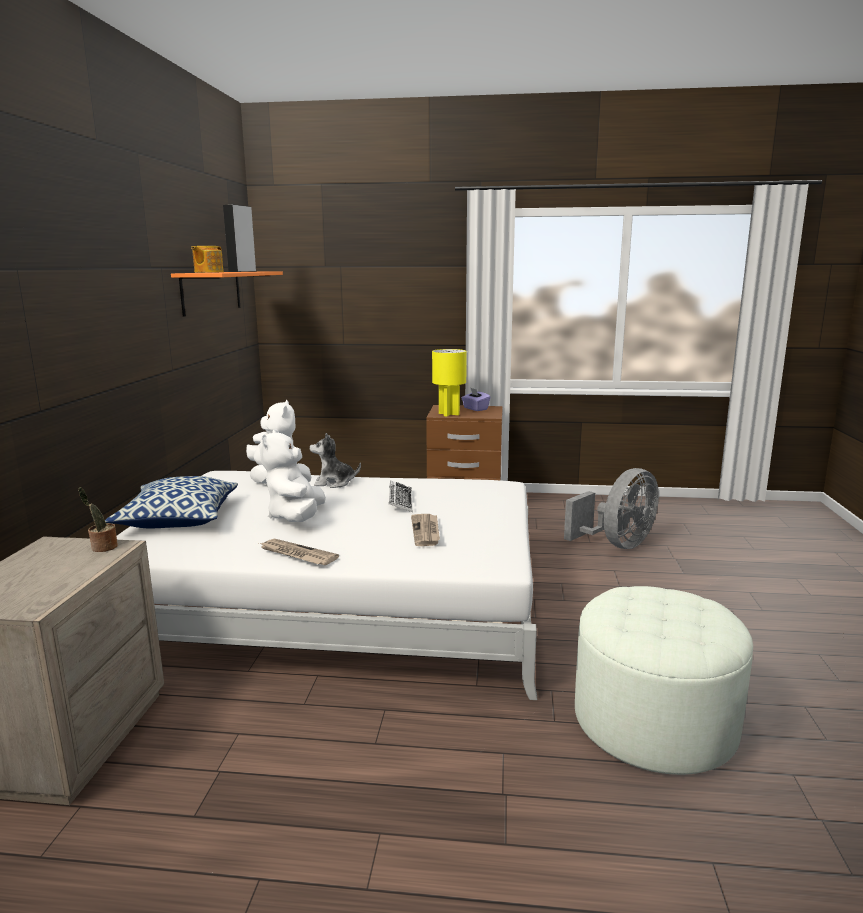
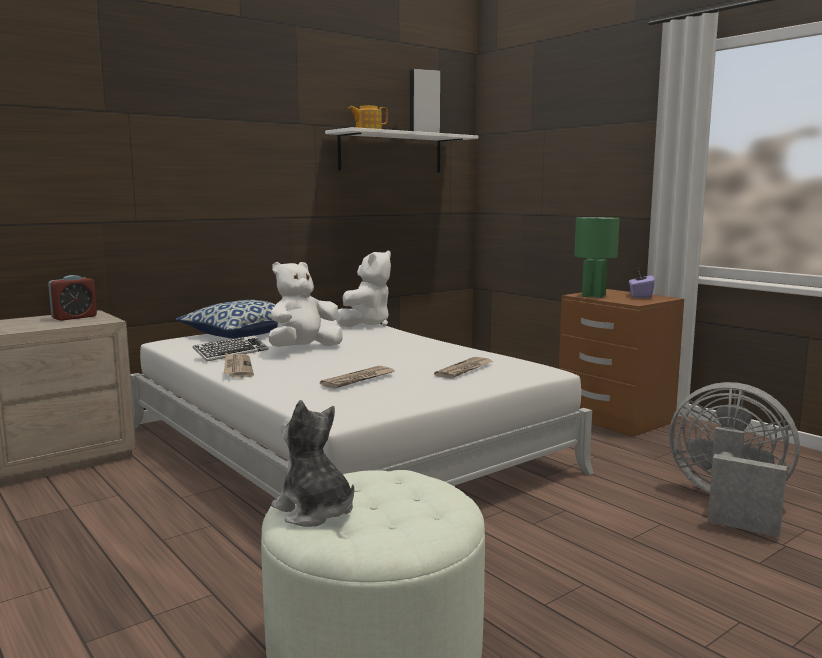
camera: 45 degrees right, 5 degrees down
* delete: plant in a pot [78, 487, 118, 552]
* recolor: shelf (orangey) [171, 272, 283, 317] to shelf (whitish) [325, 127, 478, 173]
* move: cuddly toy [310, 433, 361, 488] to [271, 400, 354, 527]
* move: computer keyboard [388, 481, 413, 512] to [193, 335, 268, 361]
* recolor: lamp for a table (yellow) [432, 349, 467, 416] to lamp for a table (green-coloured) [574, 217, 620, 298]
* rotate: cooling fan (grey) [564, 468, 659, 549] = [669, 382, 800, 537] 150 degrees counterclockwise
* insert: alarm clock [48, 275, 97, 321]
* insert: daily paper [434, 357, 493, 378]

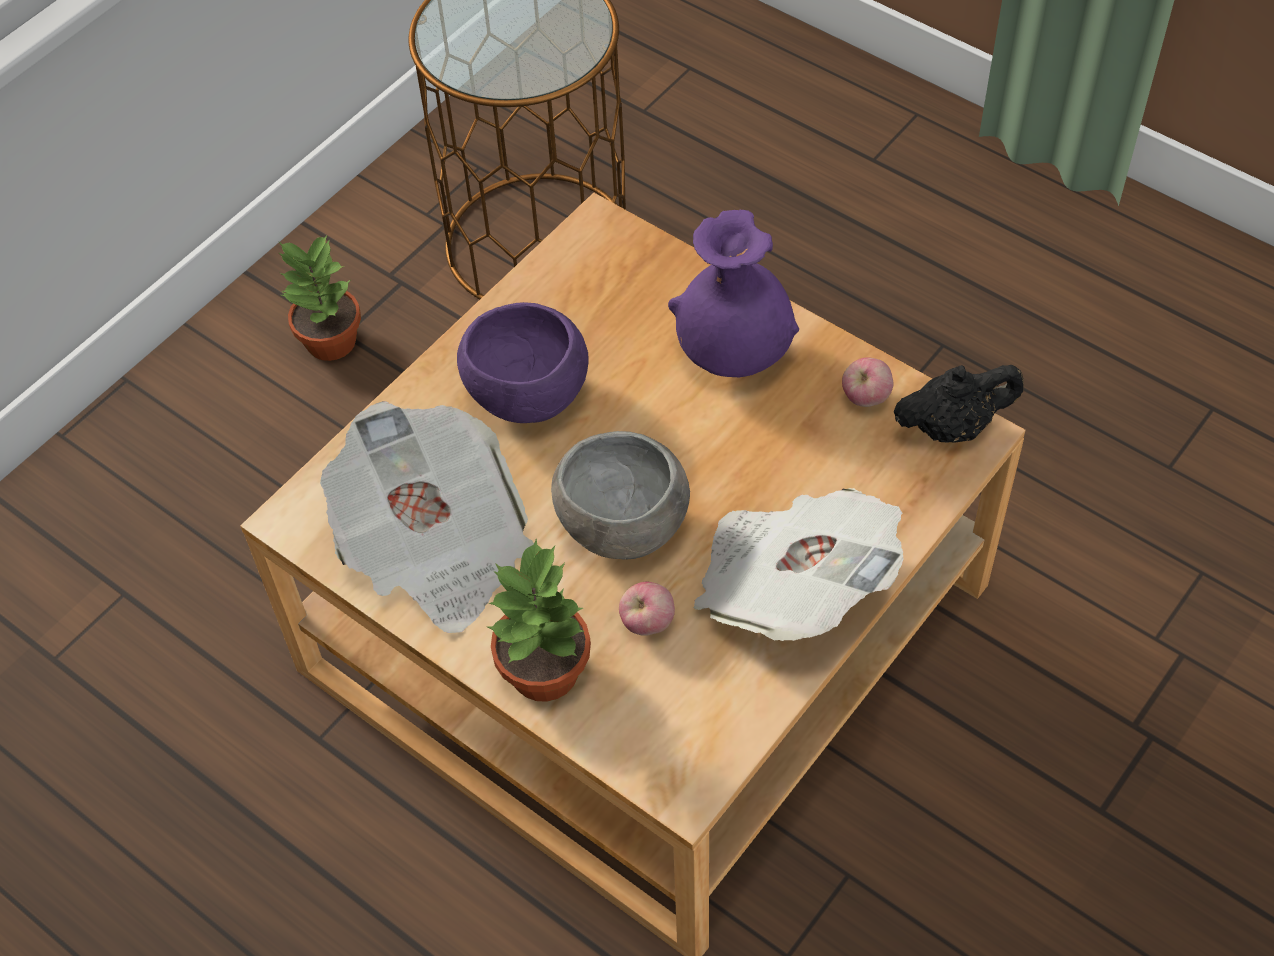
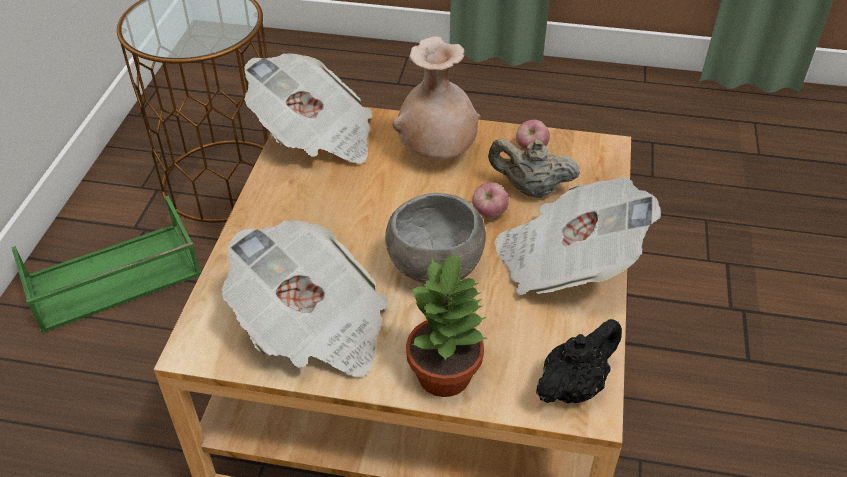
camera: 30 degrees left, 10 degrees down
* replace: plant in a pot [278, 235, 361, 361] to serving tray (green-coloured) [11, 196, 201, 333]
* delete: deep dish (purple) [457, 302, 589, 423]
* move: apple fruit [619, 582, 675, 636] to [472, 182, 509, 218]
* recolor: vase (purple) [668, 210, 799, 377] to vase (sand-coloured) [392, 36, 481, 160]
* move: pot for tea (black) [894, 365, 1024, 443] to [536, 319, 622, 404]
* insert: daily paper [244, 53, 372, 164]
* insert: pot for tea (sand-coloured) [488, 138, 580, 198]

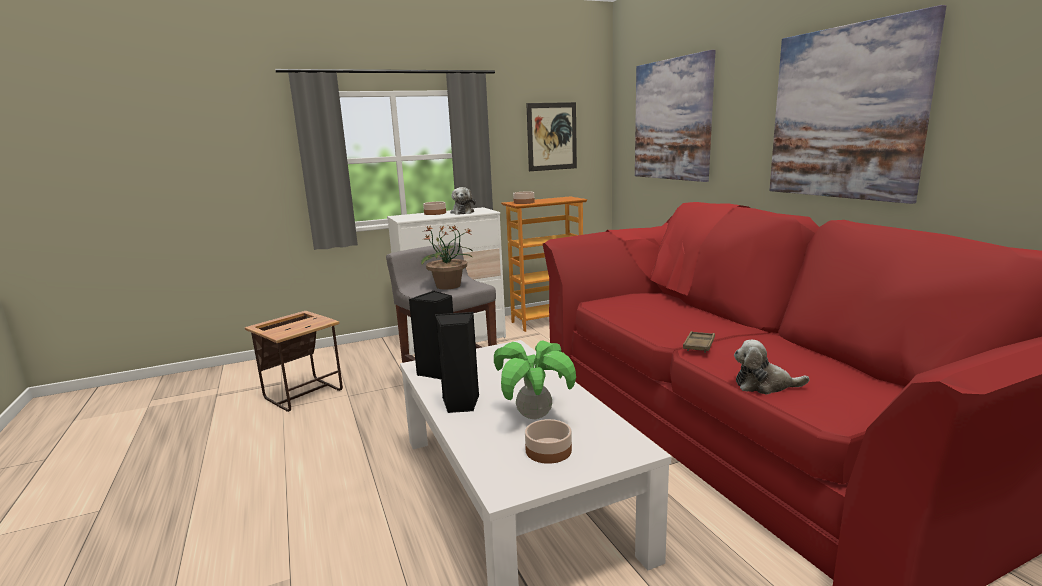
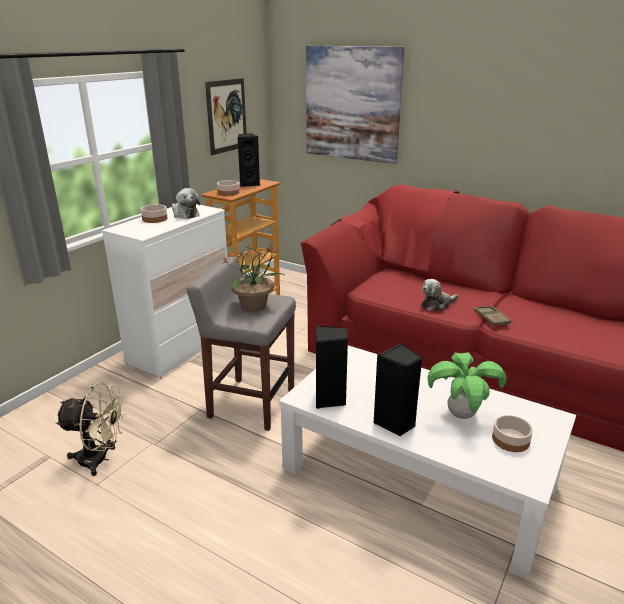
camera: 35 degrees left, 10 degrees up
* replace: accent table [245, 311, 343, 412] to cooling fan (sand-coloured) [55, 382, 126, 476]
* move: cuddly toy [734, 340, 809, 394] to [421, 279, 458, 311]
* delete: wall picture [769, 5, 946, 204]
* insert: audio speaker (black) [238, 134, 260, 187]

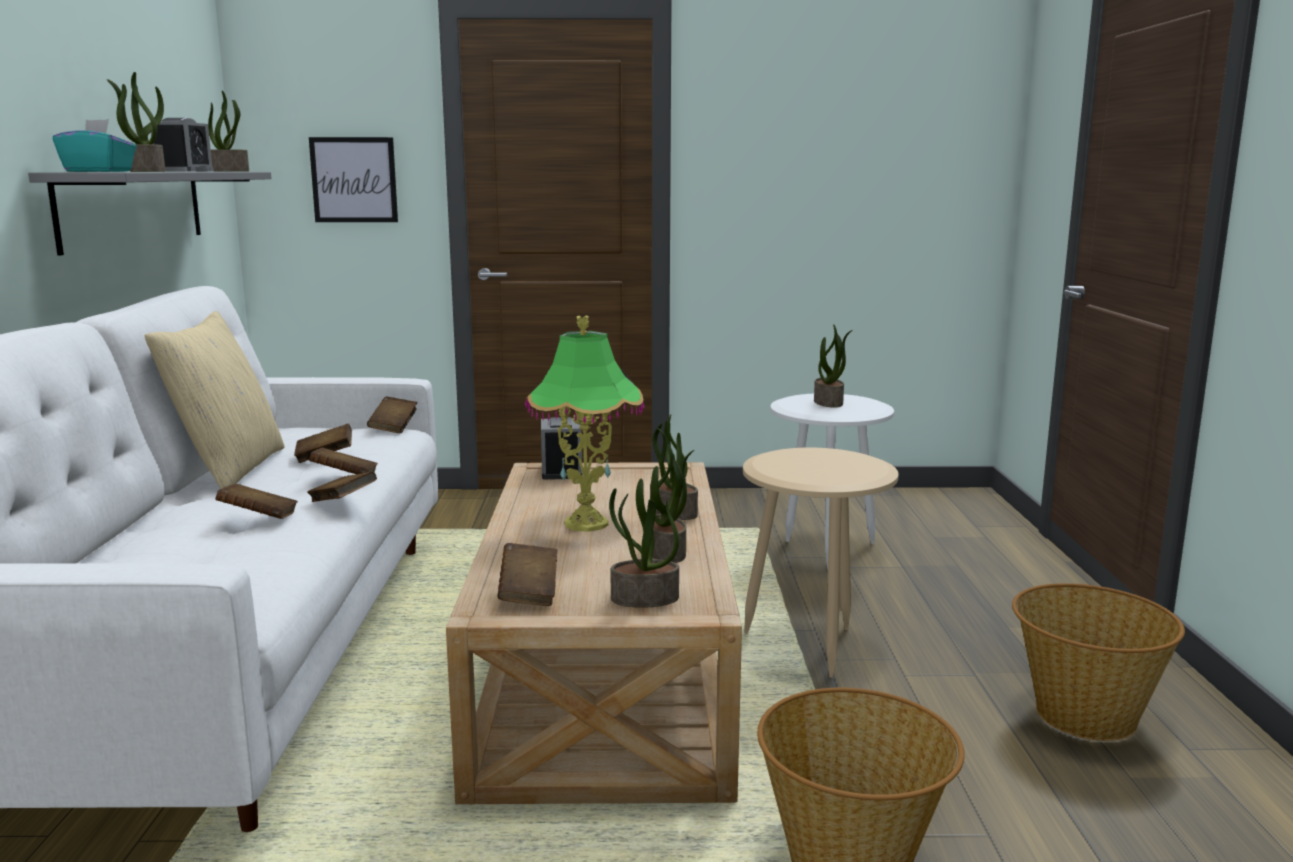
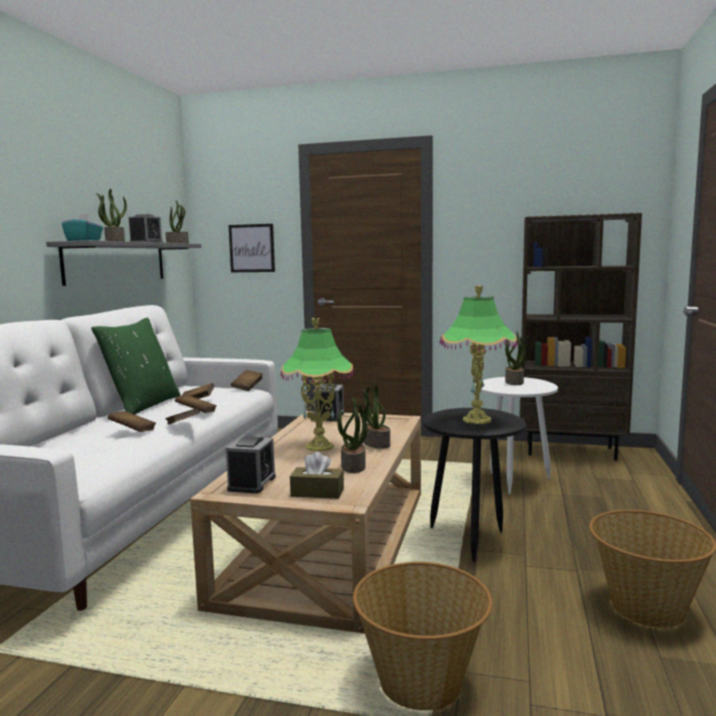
camera: 15 degrees right, 5 degrees down
* recolor: cushion (sand-coloured) [145, 311, 284, 489] to cushion (green-coloured) [91, 318, 181, 415]
* replace: bound book (brown-coloured) [497, 543, 557, 606] to alarm clock [226, 436, 276, 494]
* replace: plant in a pot [609, 479, 679, 608] to tissue holder (brown-coloured) [290, 452, 344, 499]
* recolor: accent table (sand-coloured) [743, 448, 898, 678] to accent table (black) [423, 408, 526, 562]
* insert: lamp for a table [440, 285, 517, 424]
* insert: bookcase (brown-coloured) [519, 213, 642, 461]

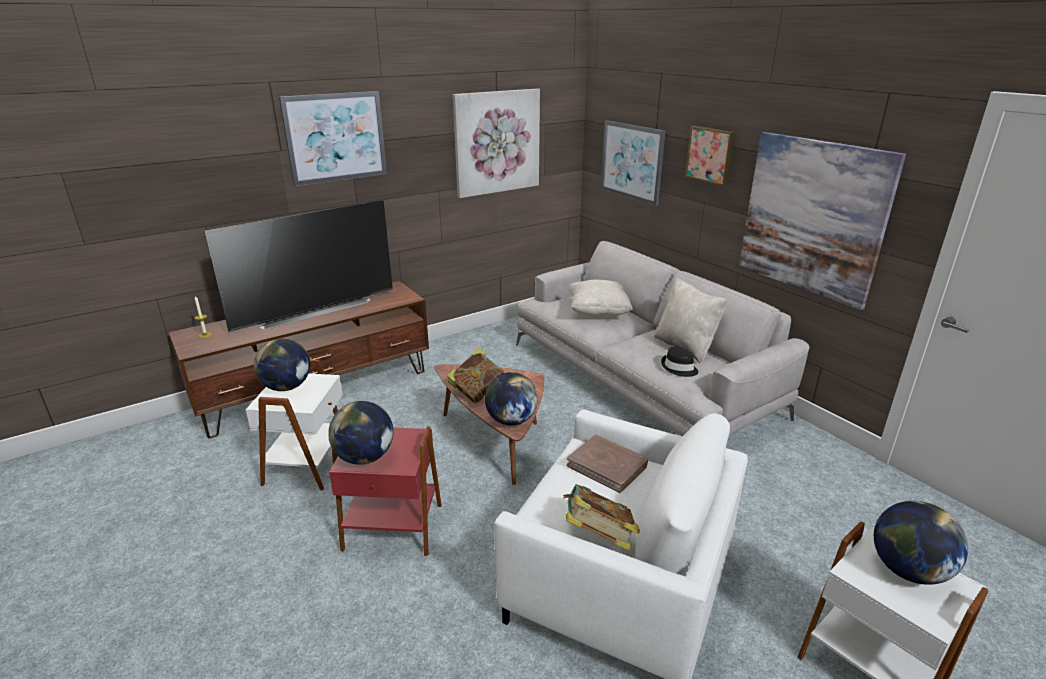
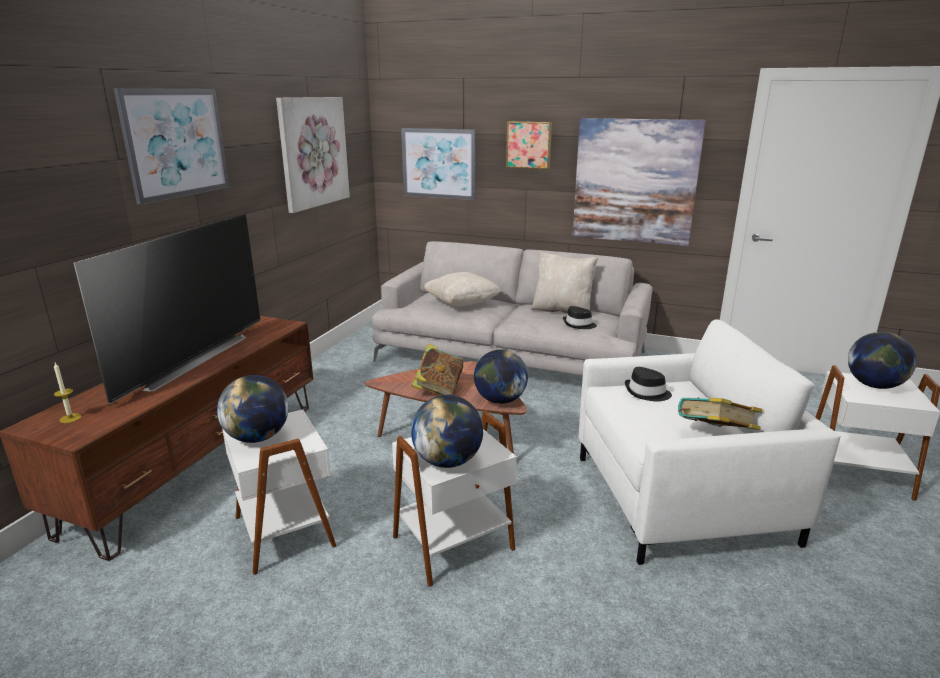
camera: 35 degrees left, 5 degrees down
* recolor: accent table (reddish) [329, 426, 442, 556] to accent table (whitish) [392, 411, 517, 587]
* replace: bound book (brown-coloured) [566, 435, 648, 493] to clothing hat (black) [625, 367, 672, 401]

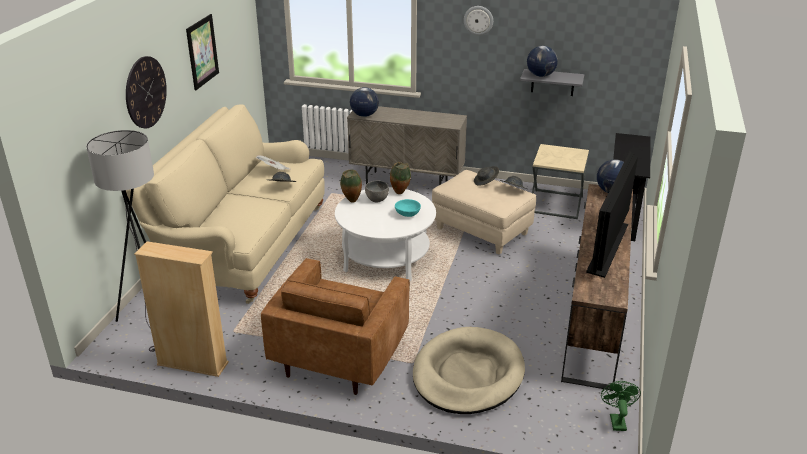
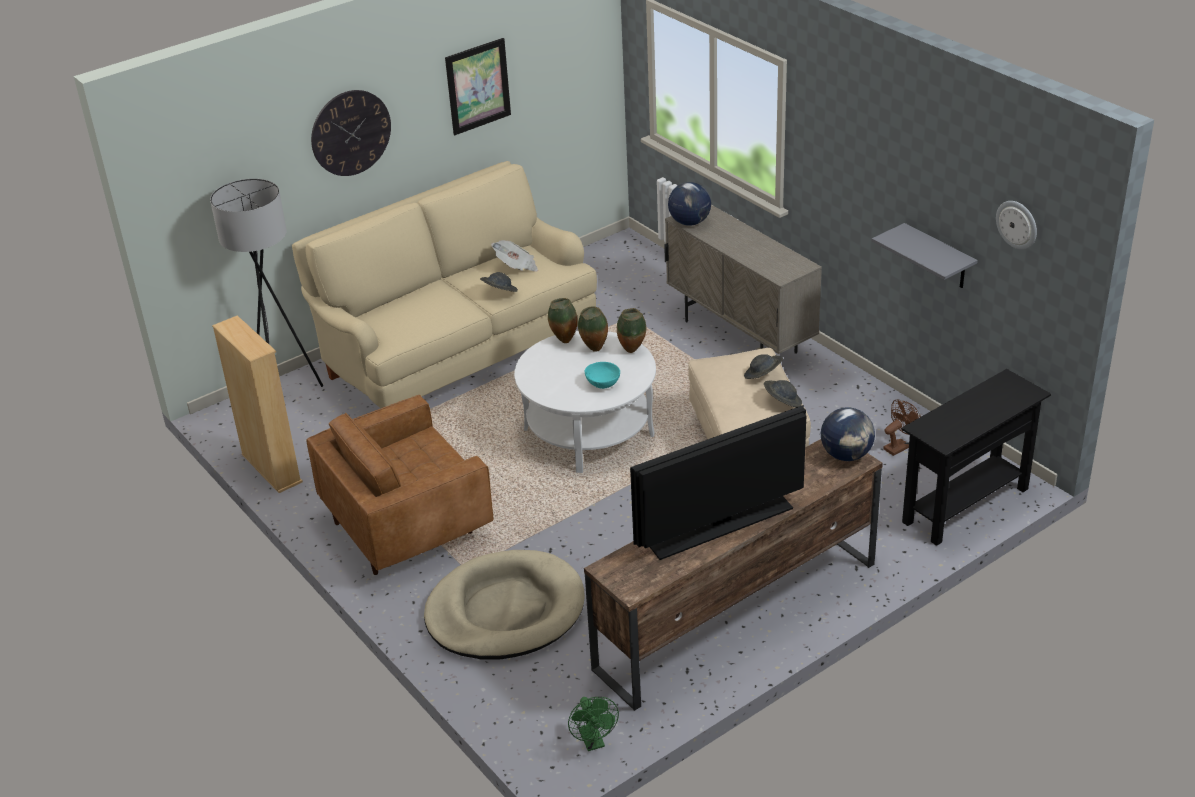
camera: 40 degrees right, 5 degrees up
* replace: deep dish (grey) [365, 181, 389, 202] to vase [578, 306, 608, 352]
* move: wall clock [464, 6, 493, 35] to [996, 201, 1037, 250]
* delete: world globe [527, 46, 558, 77]
* replace: accent table (sand-coloured) [532, 144, 589, 219] to cooling fan (brown-coloured) [883, 399, 921, 456]
* rotate: cooling fan (green-coloured) [601, 381, 641, 431] = [568, 697, 619, 751] 120 degrees clockwise

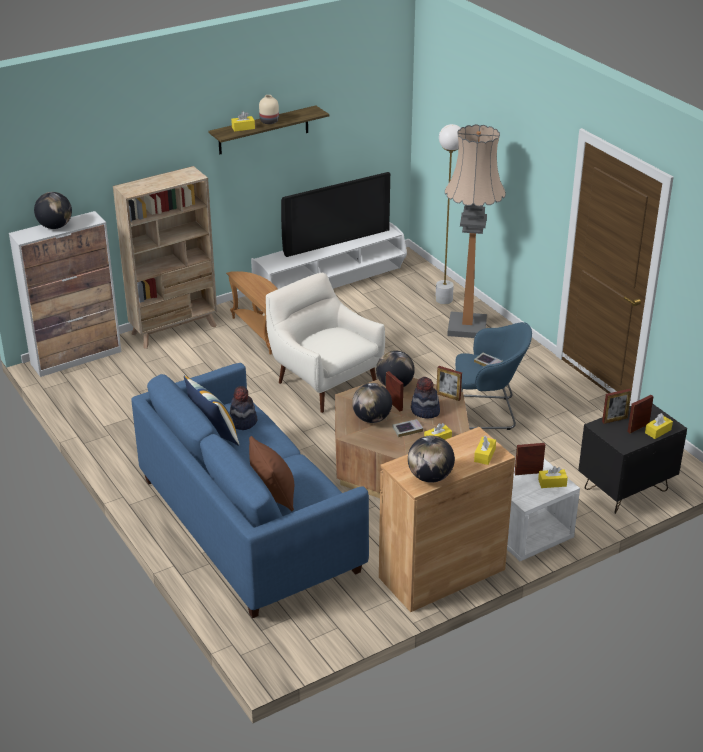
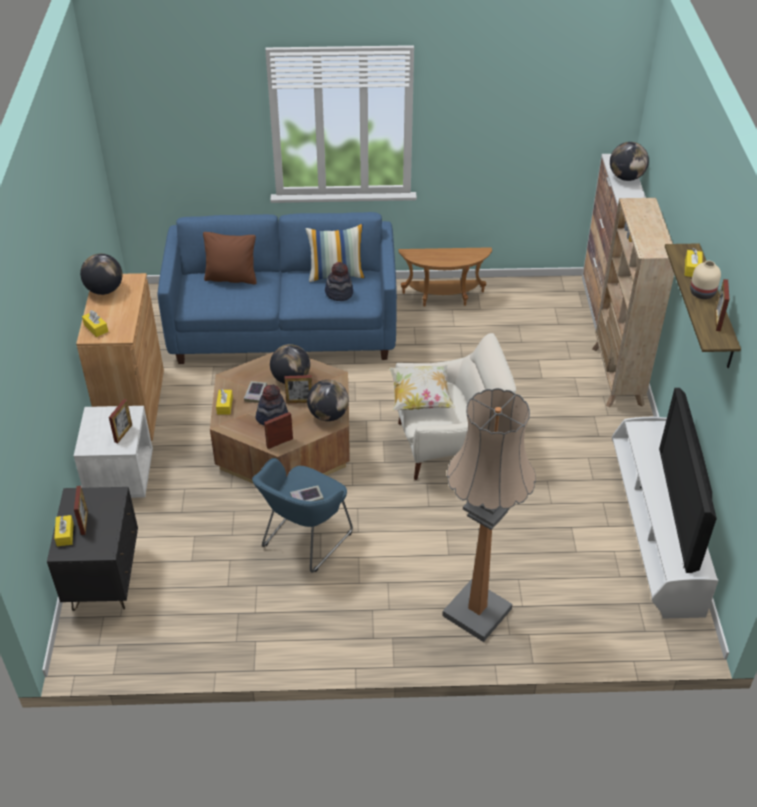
camera: 120 degrees right, 10 degrees up
* move: accent table (brown-coloured) [226, 271, 278, 355] to [399, 247, 492, 307]
* delete: standard lamp (whitish) [435, 124, 460, 305]
* delete: tissue holder (yellow) [538, 466, 568, 488]
* move: photo frame [602, 389, 632, 424] to [715, 279, 729, 331]
* insert: cushion [389, 365, 455, 411]

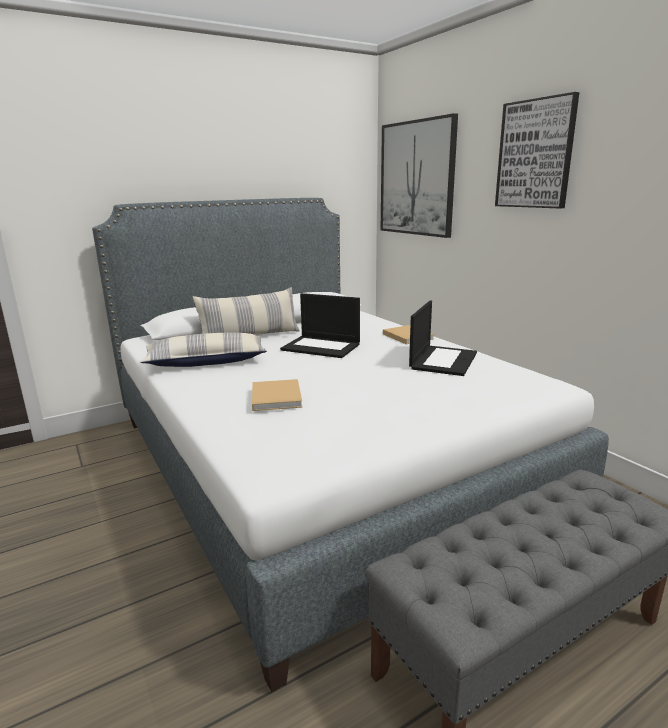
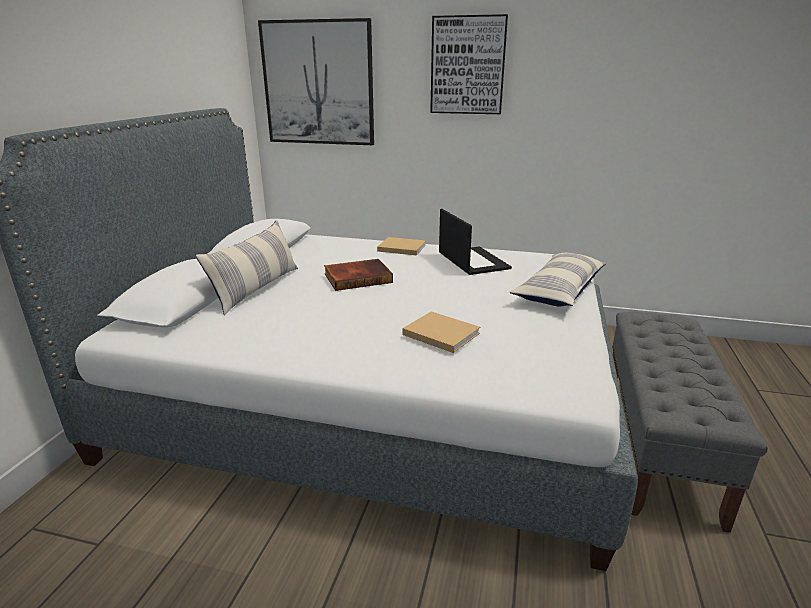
camera: 45 degrees left, 5 degrees up
* move: cushion [140, 332, 267, 367] to [509, 253, 606, 306]
* replace: laptop [280, 293, 360, 358] to bound book [324, 259, 393, 291]

